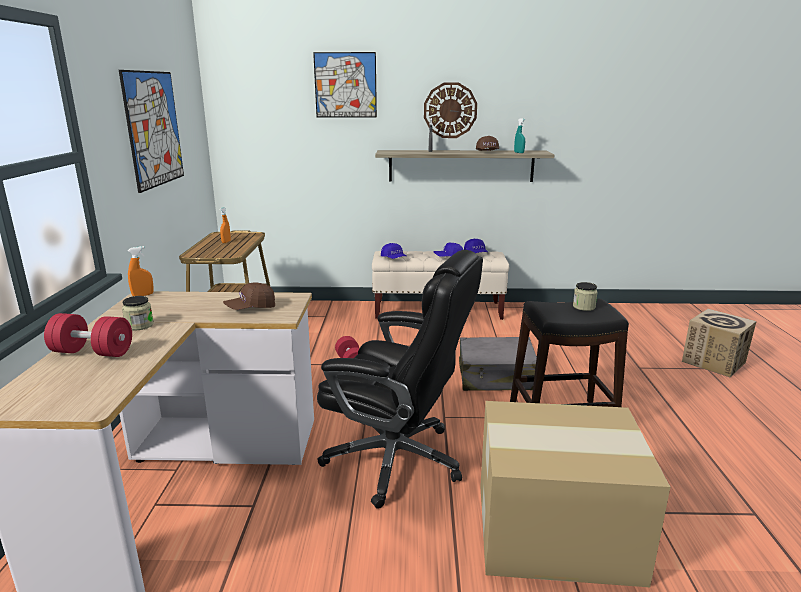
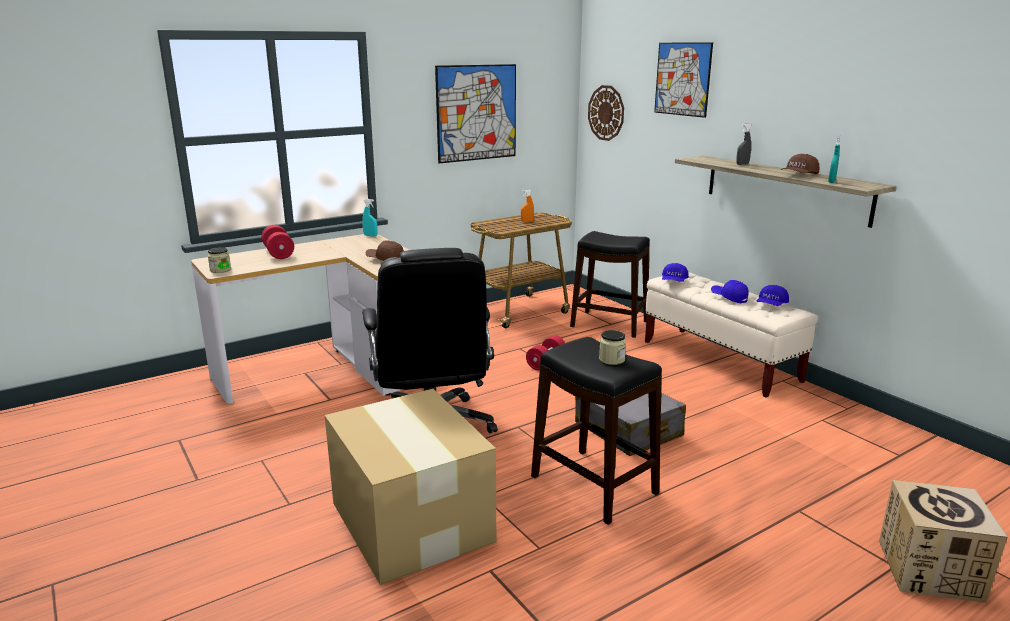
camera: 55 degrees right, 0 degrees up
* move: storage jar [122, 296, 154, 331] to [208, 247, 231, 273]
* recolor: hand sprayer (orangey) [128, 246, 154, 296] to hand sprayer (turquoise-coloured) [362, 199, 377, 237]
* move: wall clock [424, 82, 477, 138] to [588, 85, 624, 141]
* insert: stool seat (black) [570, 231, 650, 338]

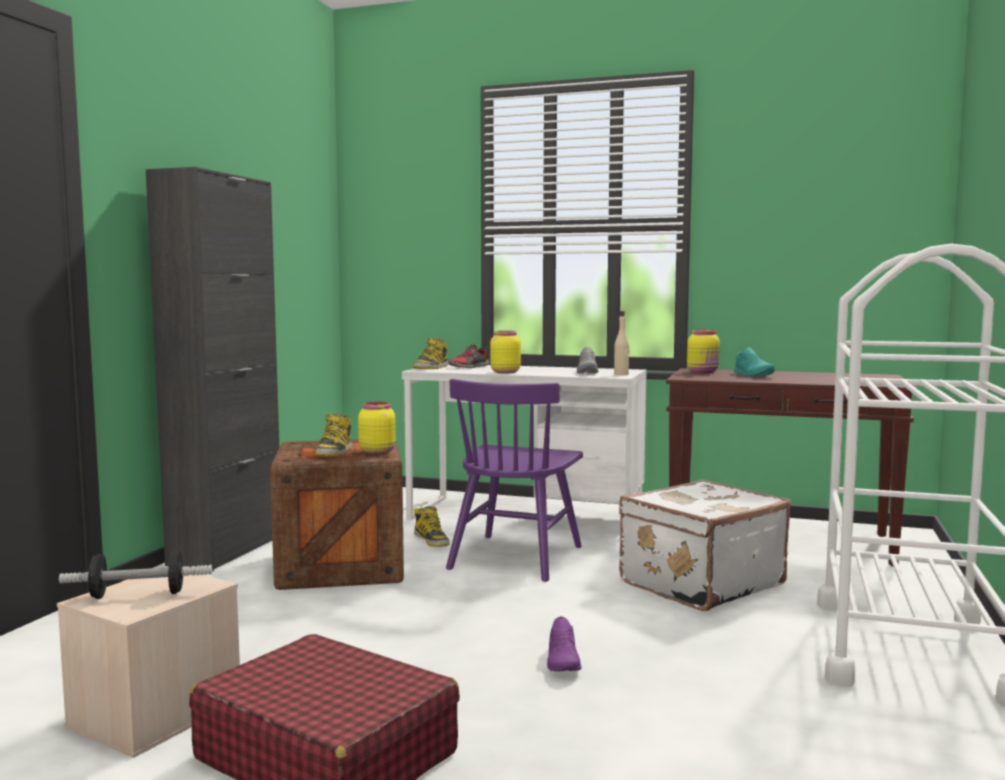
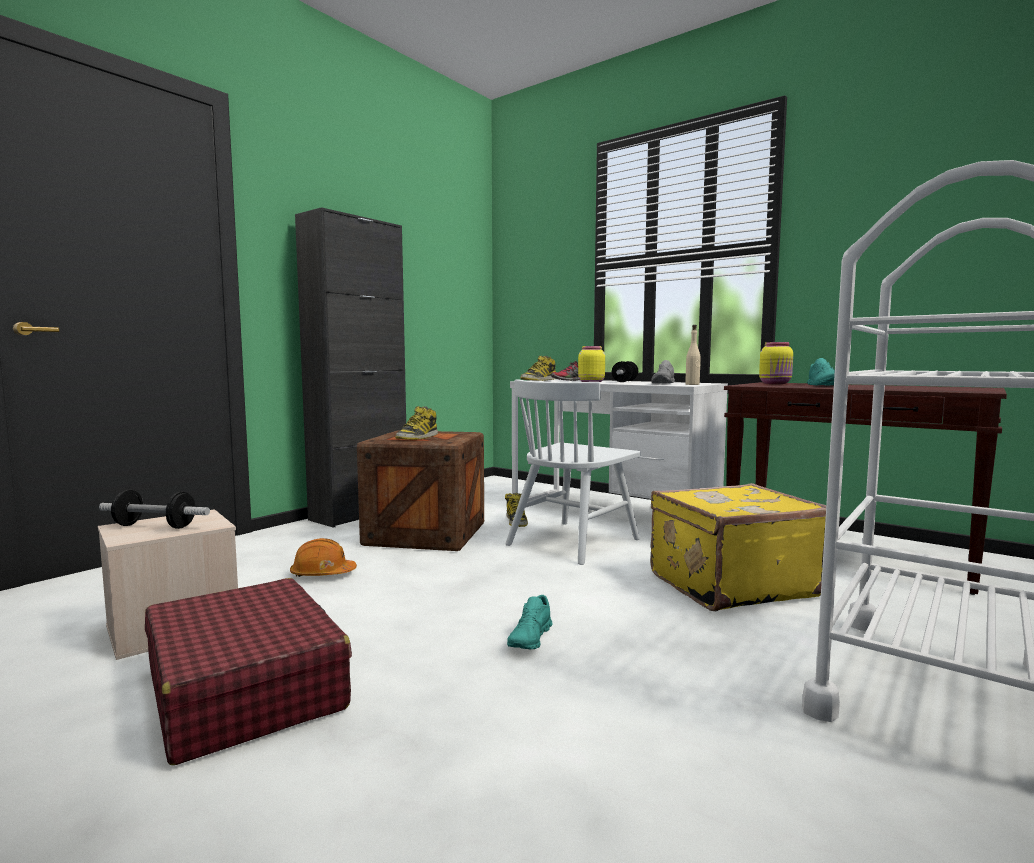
camera: 20 degrees right, 0 degrees up
* delete: storage jar (yellow) [358, 402, 396, 454]
* recolor: chair (purple) [446, 379, 583, 582] to chair (whitish) [506, 379, 641, 565]
* recolor: low shoe (purple) [547, 616, 581, 671] to low shoe (turquoise-coloured) [507, 595, 553, 649]
* recolor: suitcase (whitish) [619, 479, 791, 611] to suitcase (yellow) [650, 483, 826, 611]
* insert: hard hat (orangey) [290, 538, 357, 577]
* insert: dumbbell [612, 361, 638, 382]

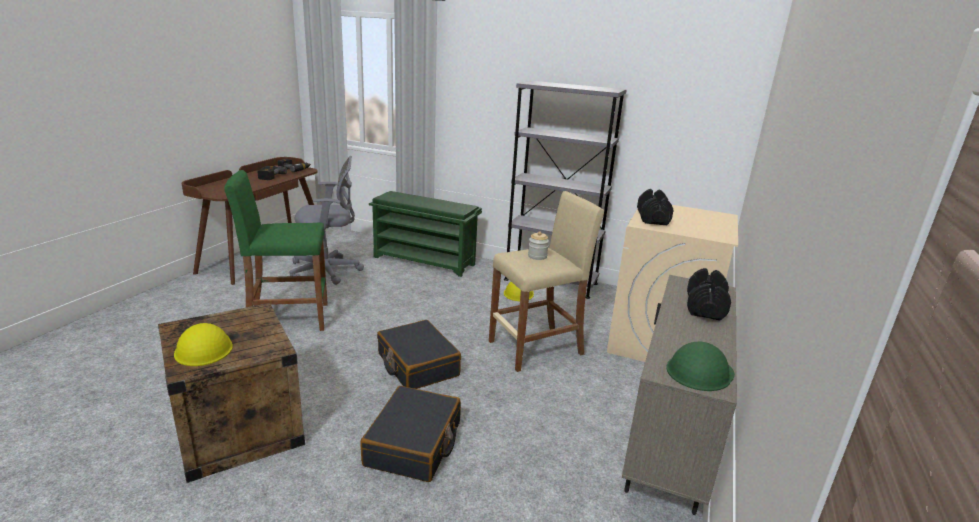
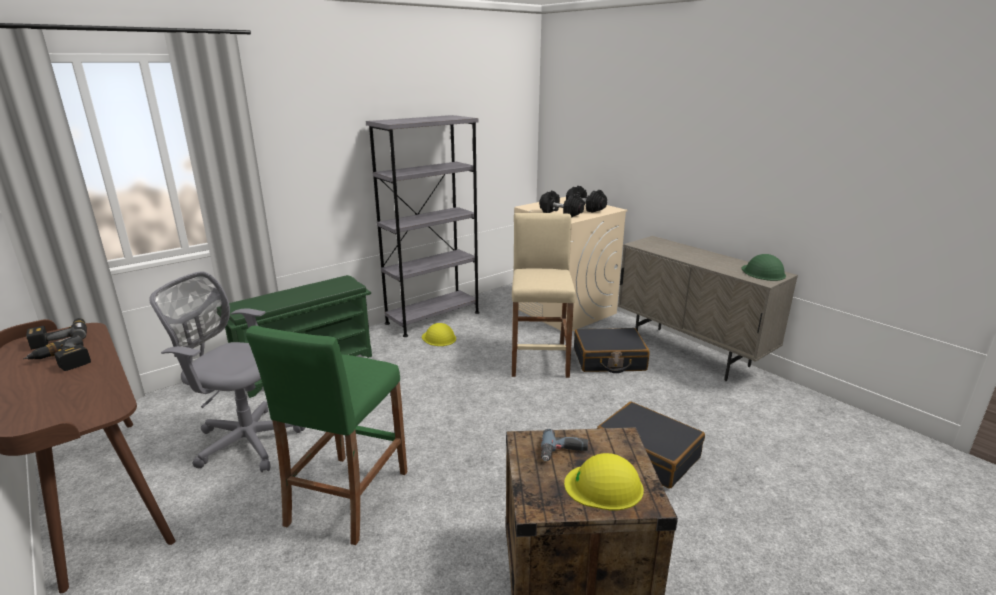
camera: 60 degrees left, 0 degrees up
* rotate: office chair (grey) [289, 156, 364, 285] = [149, 271, 305, 472] 90 degrees counterclockwise
* move: suitcase (black) [377, 320, 461, 389] to [574, 328, 650, 373]
* delete: storage jar [528, 232, 549, 260]
* move: dumbbell (black) [687, 268, 731, 320] to [566, 186, 607, 212]
* insert: electric drill [541, 429, 588, 461]

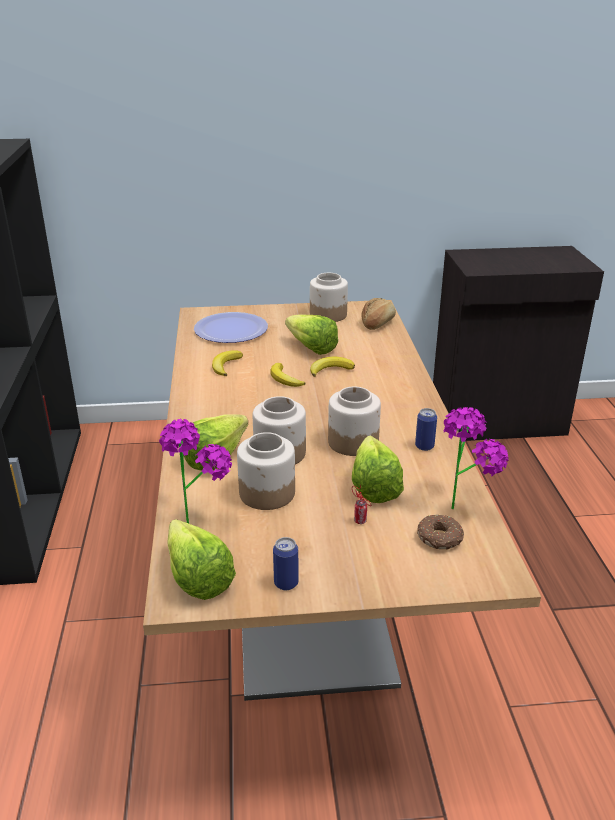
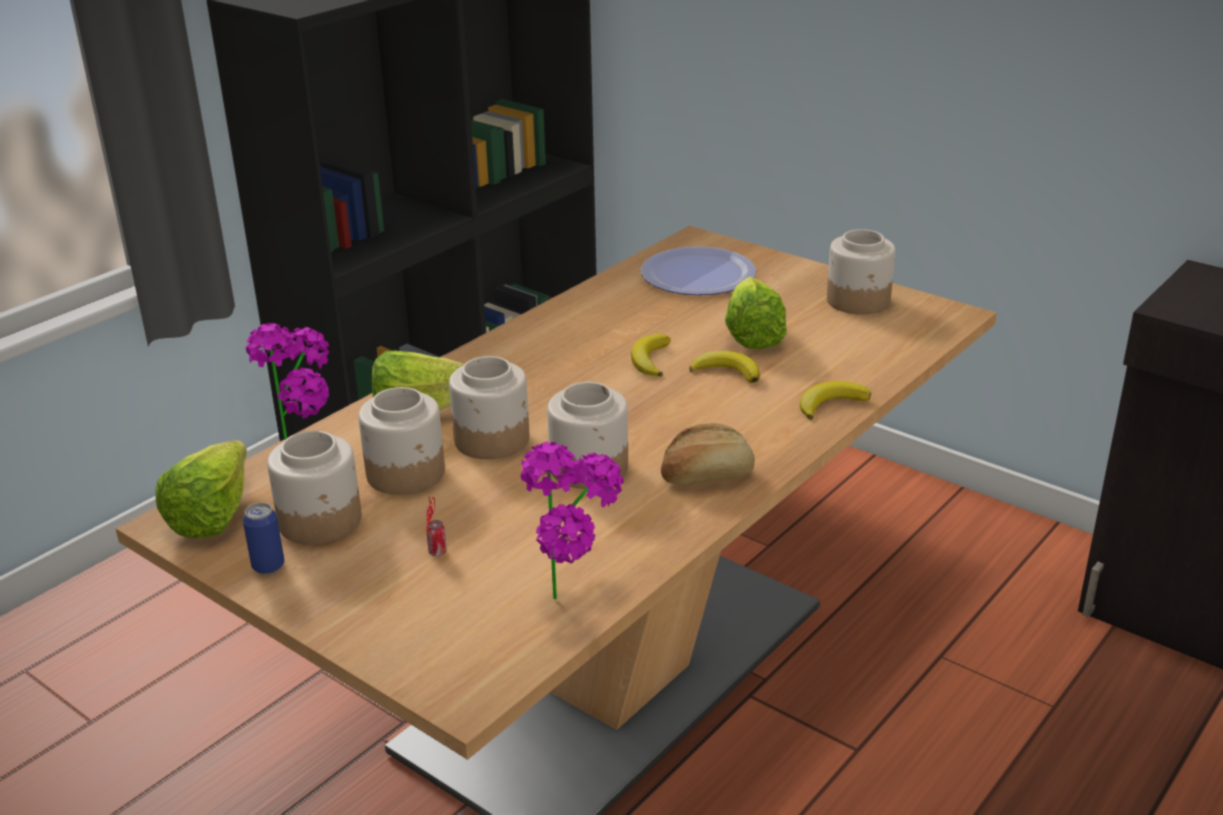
camera: 45 degrees right, 0 degrees up
* move: banana fruit [212, 350, 243, 376] to [800, 381, 871, 420]
* delete: lettuce [352, 436, 404, 503]
* move: baked bread [361, 298, 396, 330] to [661, 423, 755, 484]
* delete: metal can [415, 408, 437, 451]
* delete: donut [417, 514, 464, 550]
* insert: storage jar [267, 431, 362, 545]

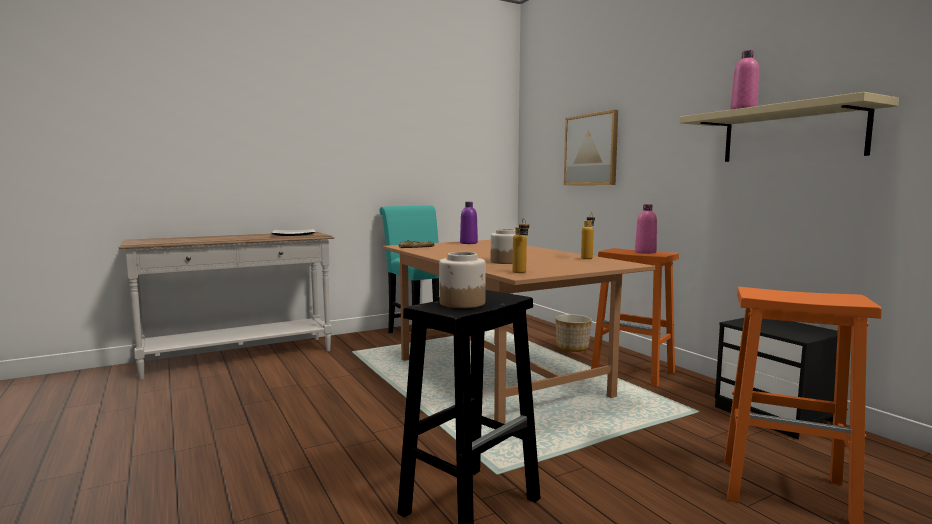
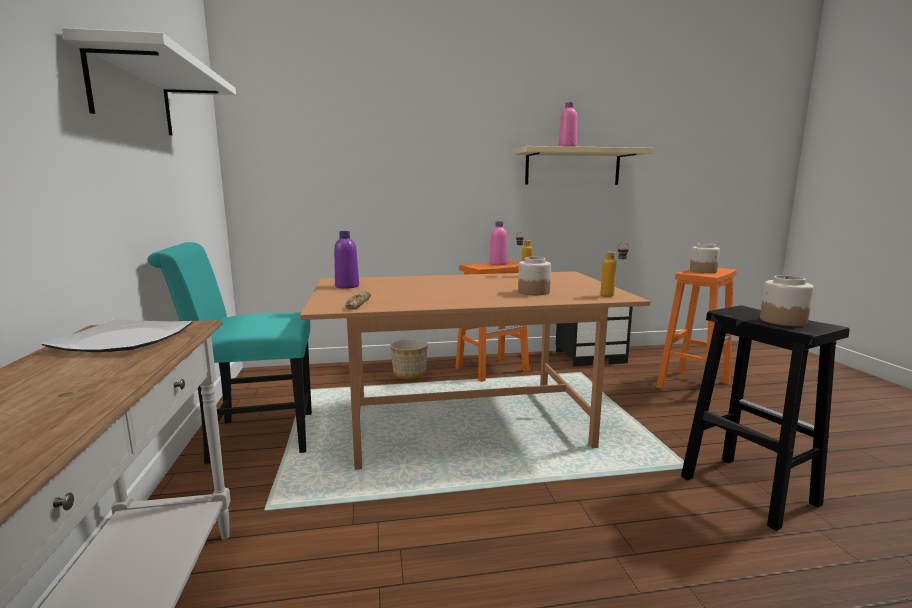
camera: 70 degrees left, 5 degrees up
* delete: wall picture [564, 110, 618, 185]
* insert: shelf (whitish) [62, 28, 236, 135]
* insert: storage jar [690, 243, 720, 273]

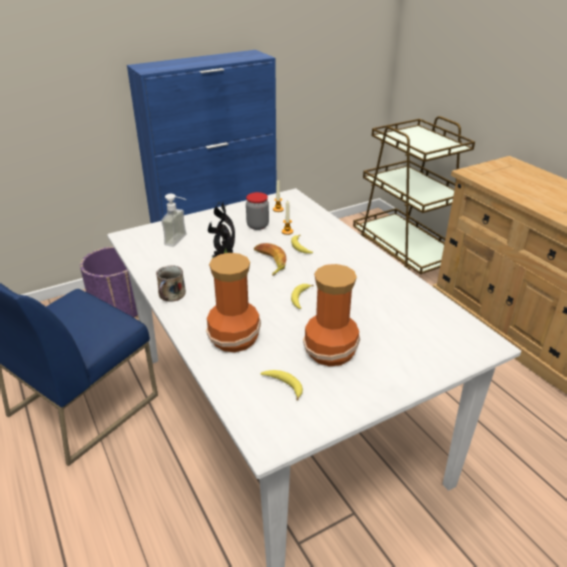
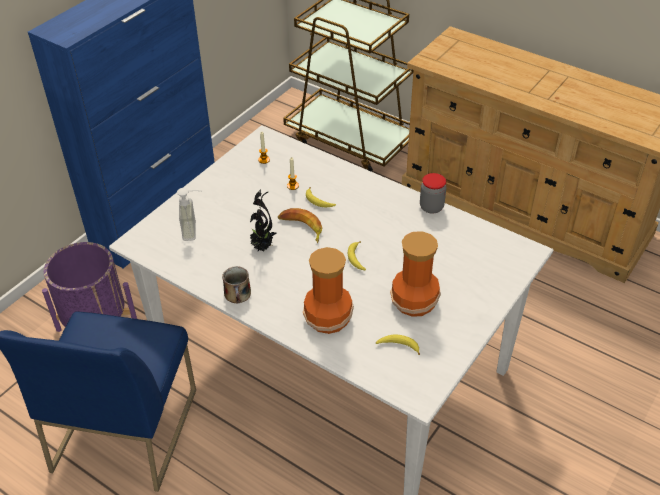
camera: 25 degrees left, 10 degrees up
* move: storage jar [246, 192, 269, 230] to [420, 173, 446, 214]

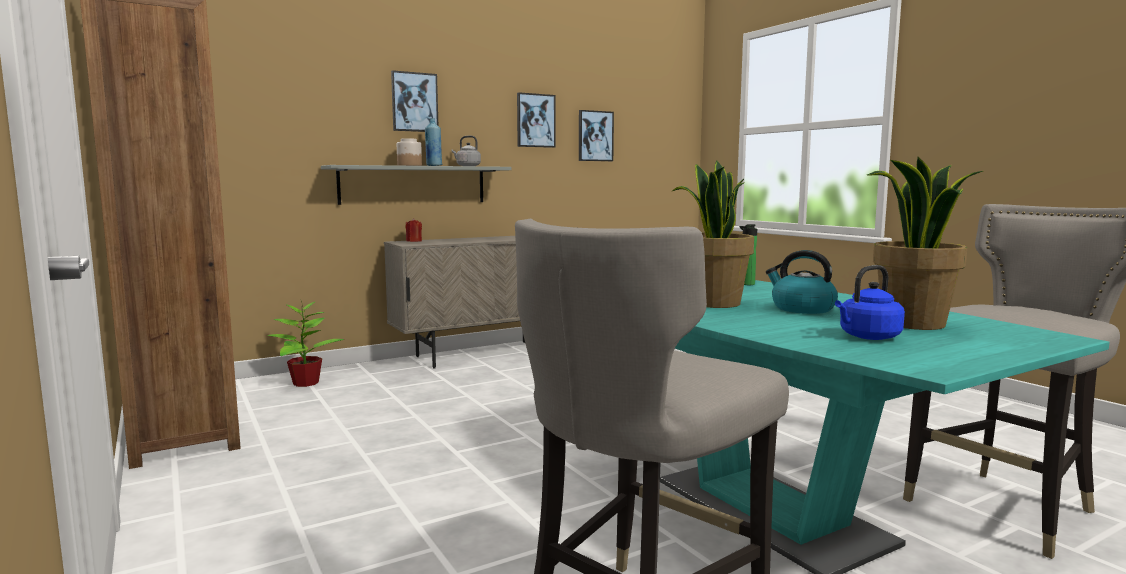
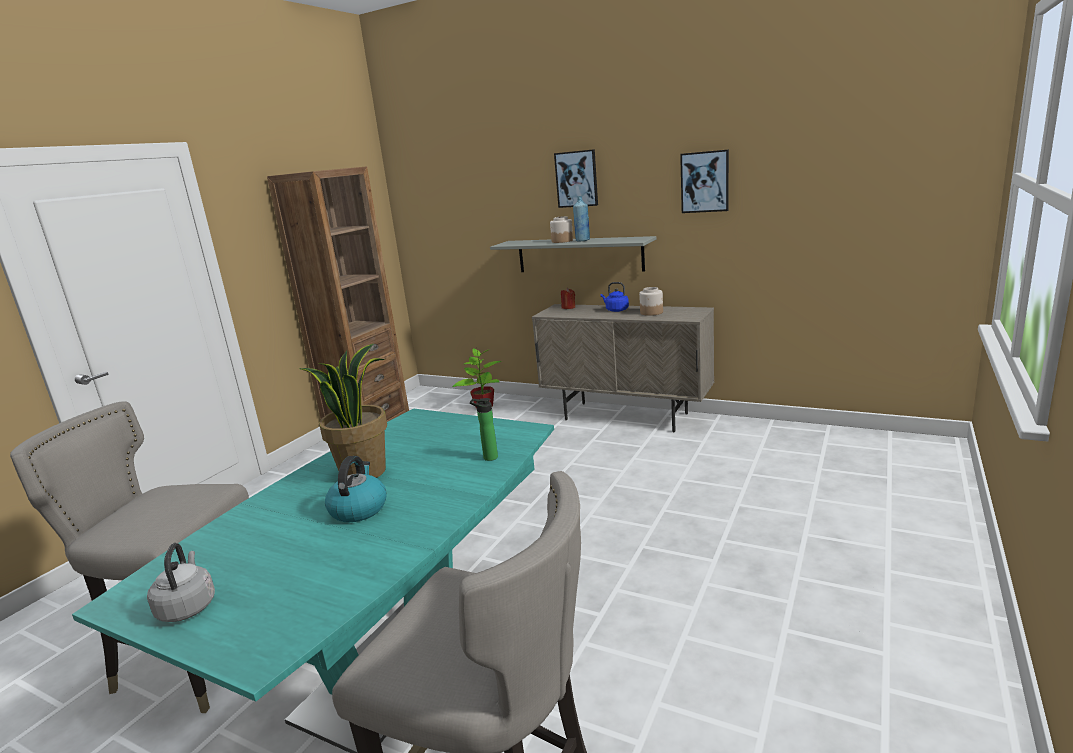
camera: 60 degrees right, 10 degrees up
* move: water kettle (grey) [452, 136, 481, 166] to [147, 543, 215, 622]
* delete: wall picture [579, 110, 614, 161]
* move: water kettle (blue) [835, 265, 905, 340] to [601, 282, 629, 312]
* delete: plant in a pot [867, 157, 983, 330]
* insert: storage jar [639, 287, 663, 316]

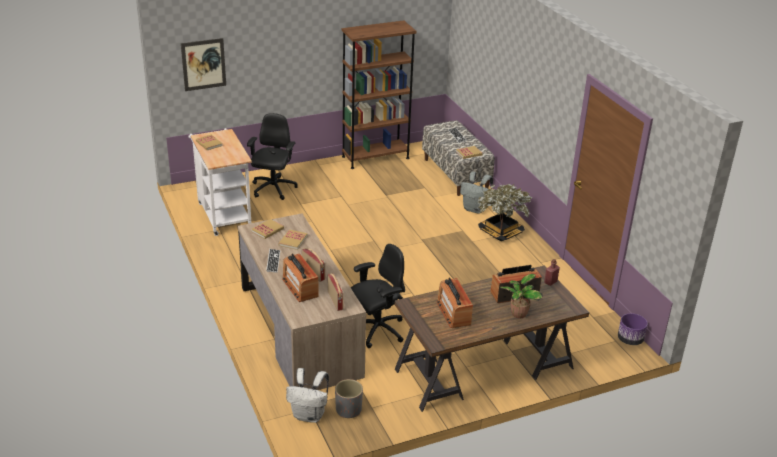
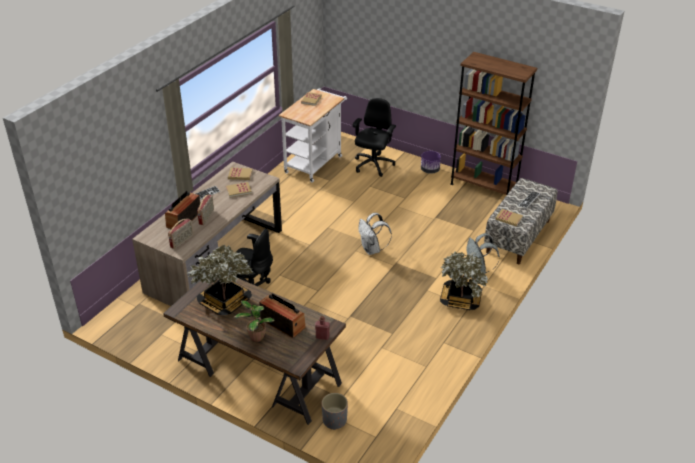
camera: 55 degrees right, 5 degrees up
* delete: wall picture [181, 38, 226, 91]
* rotate: office chair (black) [247, 113, 298, 200] = [352, 98, 396, 177] 45 degrees counterclockwise
* move: knapsack (whitish) [286, 368, 329, 423] to [359, 213, 392, 255]
* move: plant pot (grey) [335, 379, 363, 418] to [322, 393, 348, 430]
* replace: radio [436, 277, 473, 328] to plant in a pot [188, 245, 253, 315]
* move: plant pot (purple) [618, 313, 648, 345] to [421, 151, 441, 174]

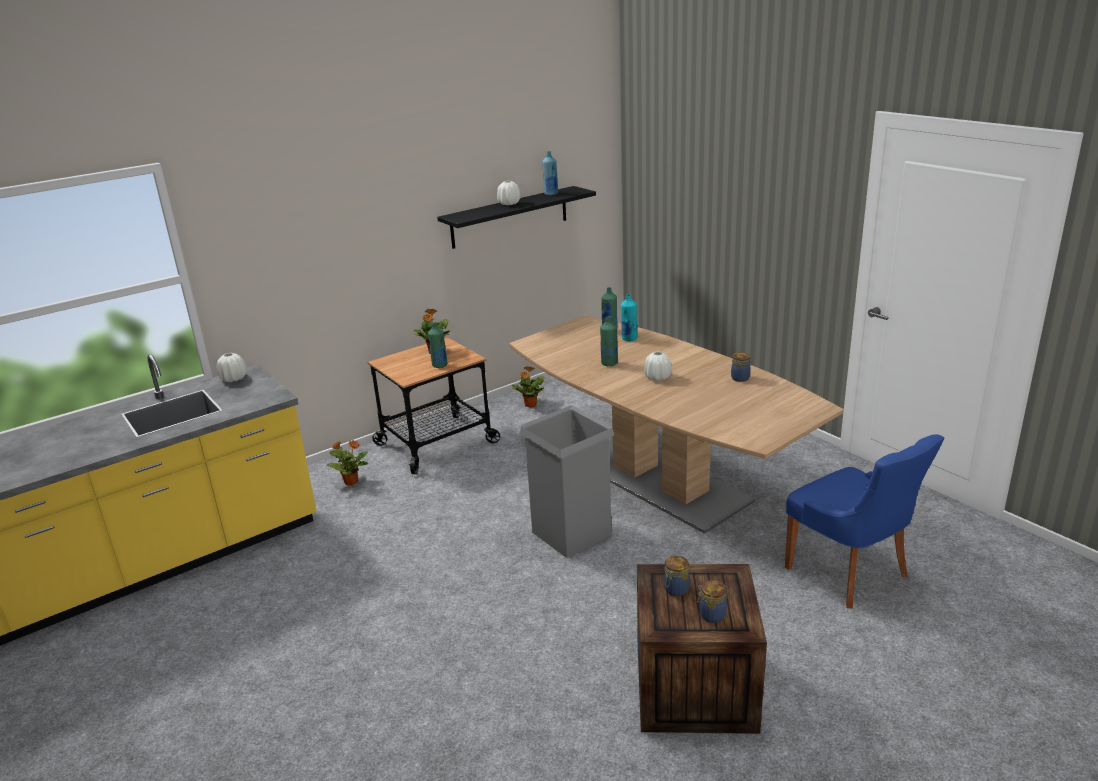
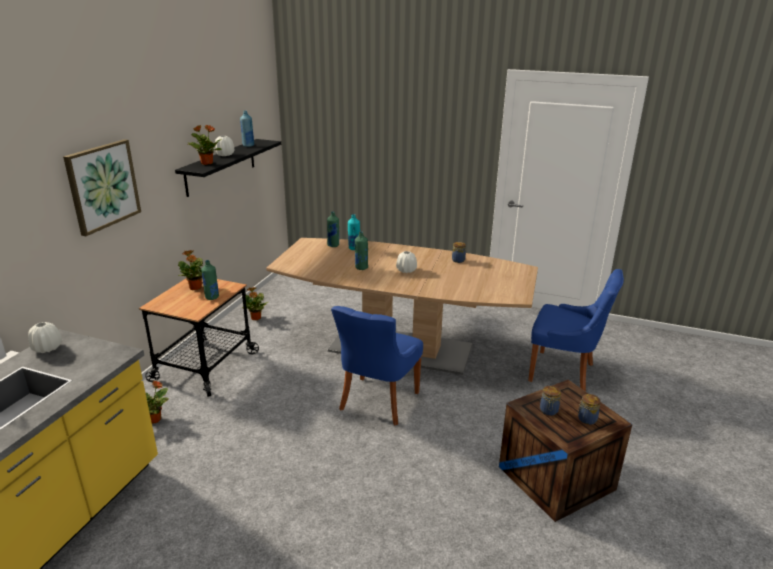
camera: 35 degrees left, 0 degrees up
* replace: rubbish bin (grey) [520, 405, 614, 558] to chair (blue) [331, 306, 423, 425]
* insert: wall picture [63, 139, 141, 236]
* insert: plant in a pot [187, 125, 222, 165]

